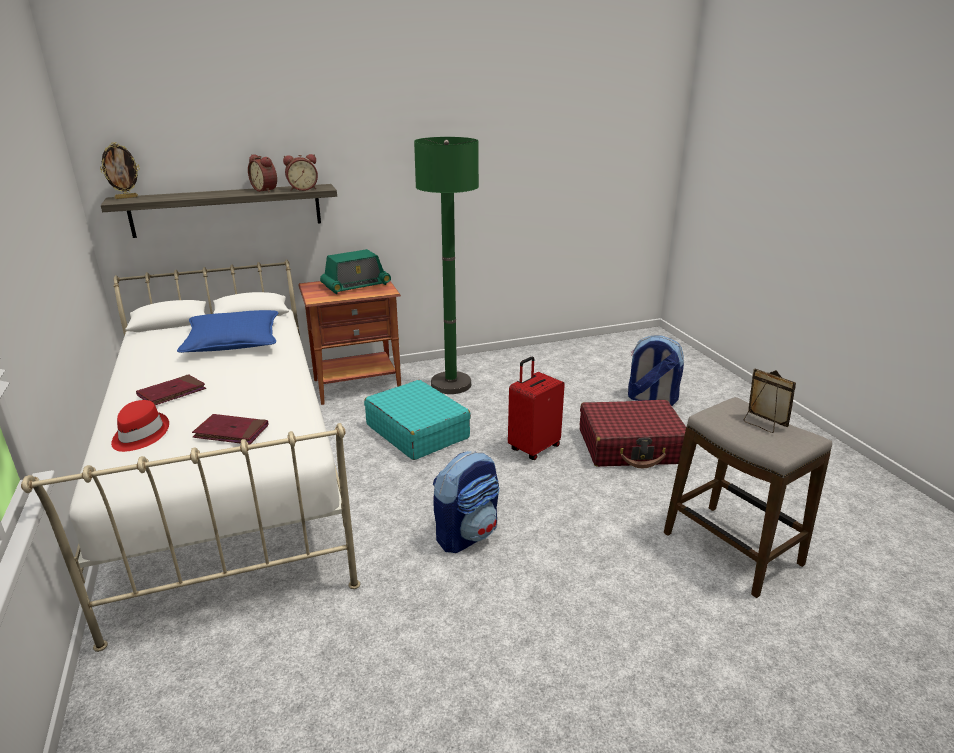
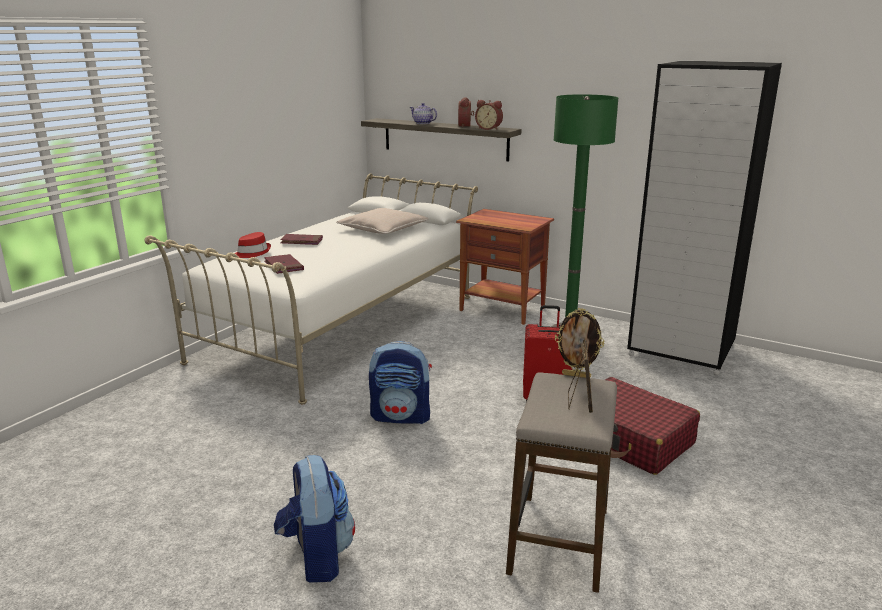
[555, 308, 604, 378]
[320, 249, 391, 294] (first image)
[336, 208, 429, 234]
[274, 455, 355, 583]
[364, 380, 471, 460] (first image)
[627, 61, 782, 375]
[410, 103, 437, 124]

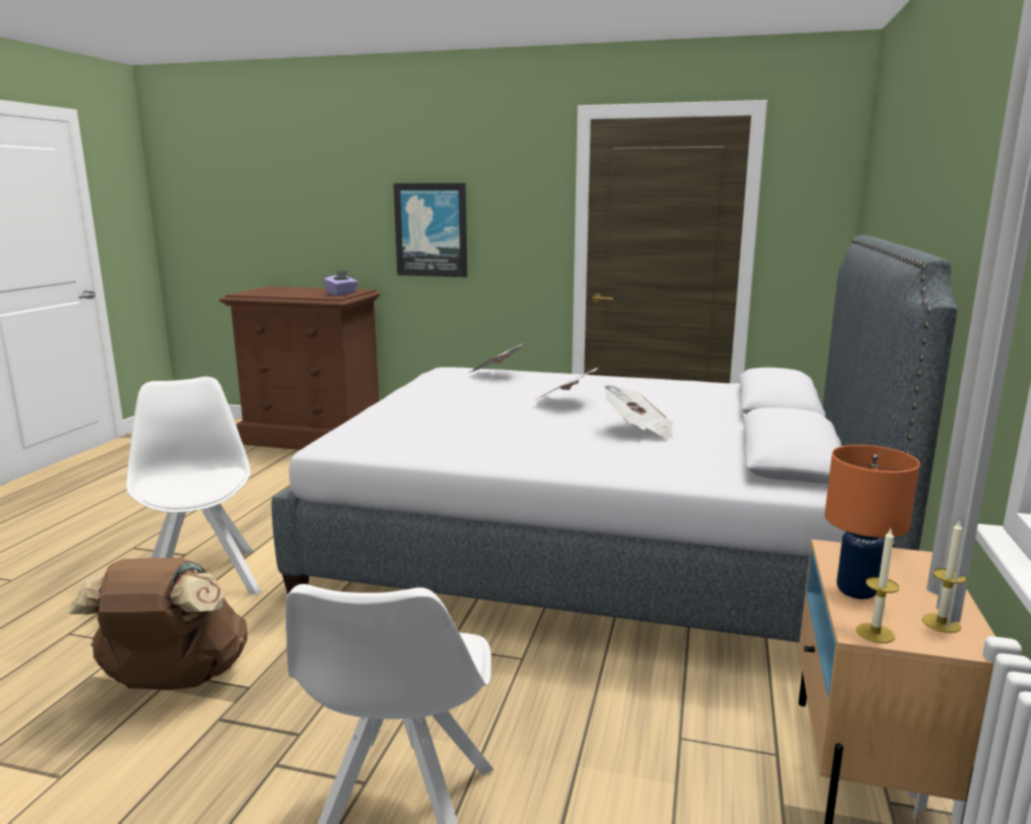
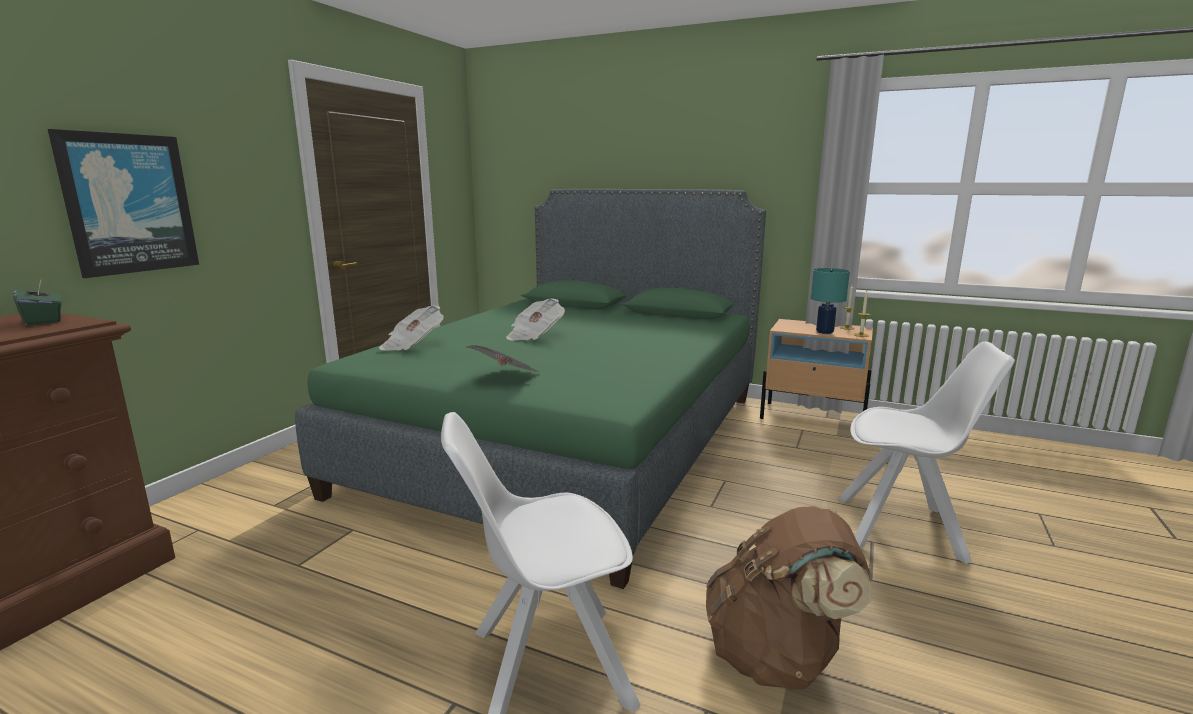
[295, 189, 766, 589]
[13, 279, 62, 326]
[467, 345, 539, 372]
[811, 268, 850, 334]

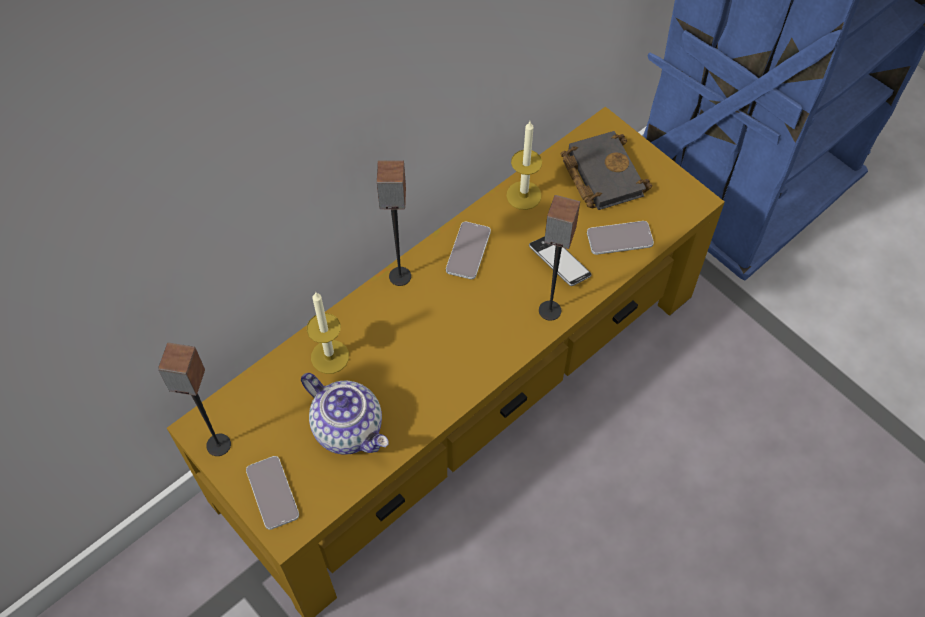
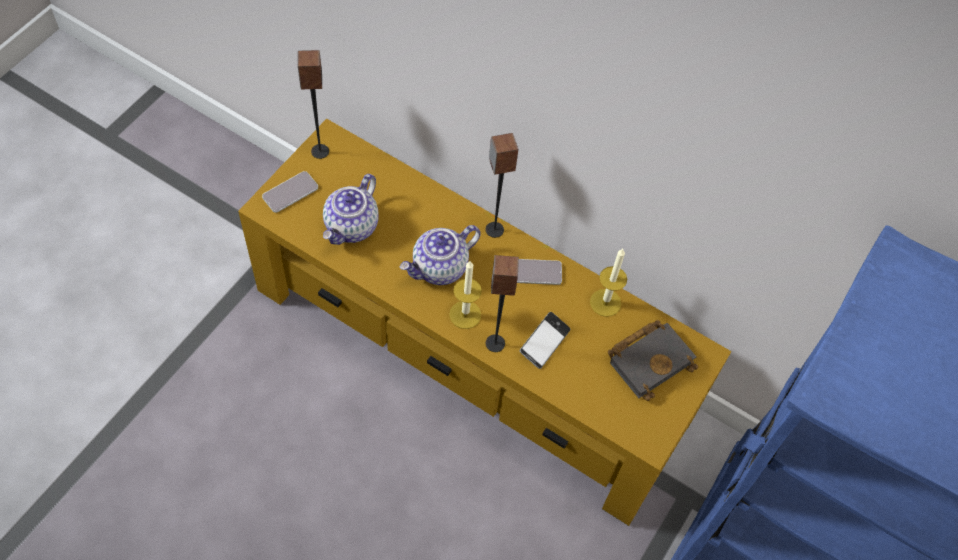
[587, 221, 654, 255] (first image)
[449, 261, 482, 329]
[400, 225, 481, 285]

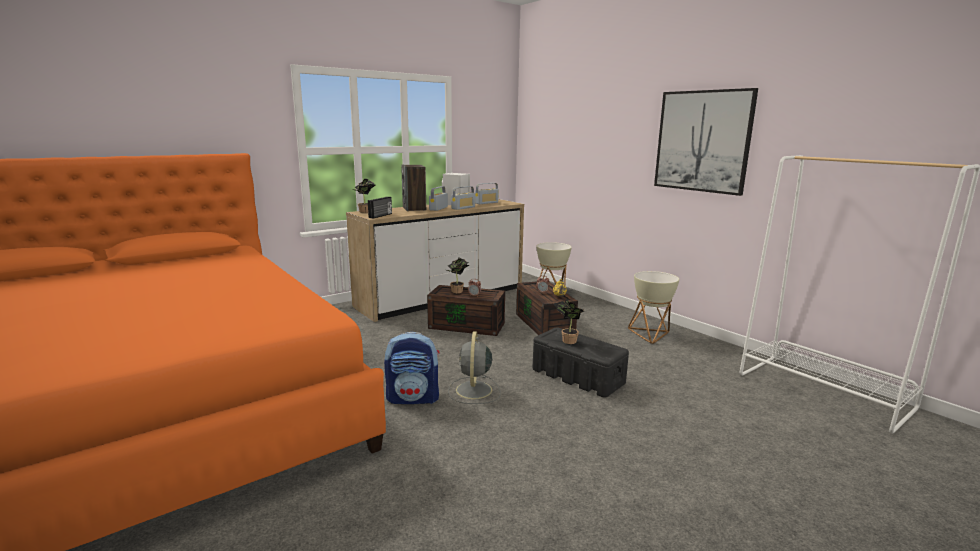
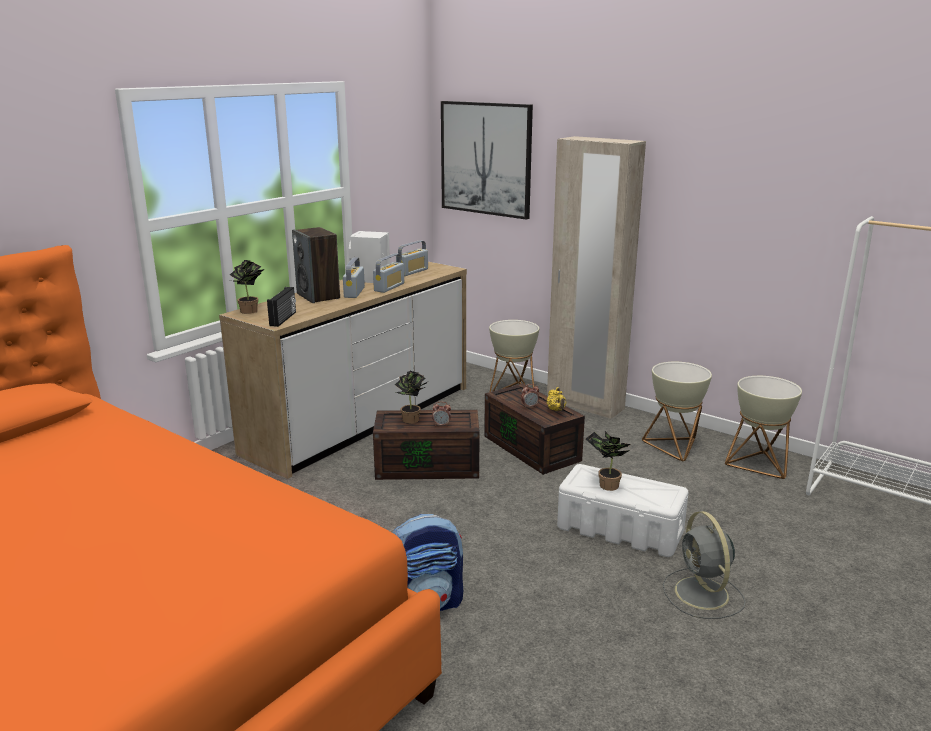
[441, 101, 533, 220]
[557, 464, 689, 557]
[663, 511, 746, 619]
[547, 136, 646, 419]
[725, 376, 802, 479]

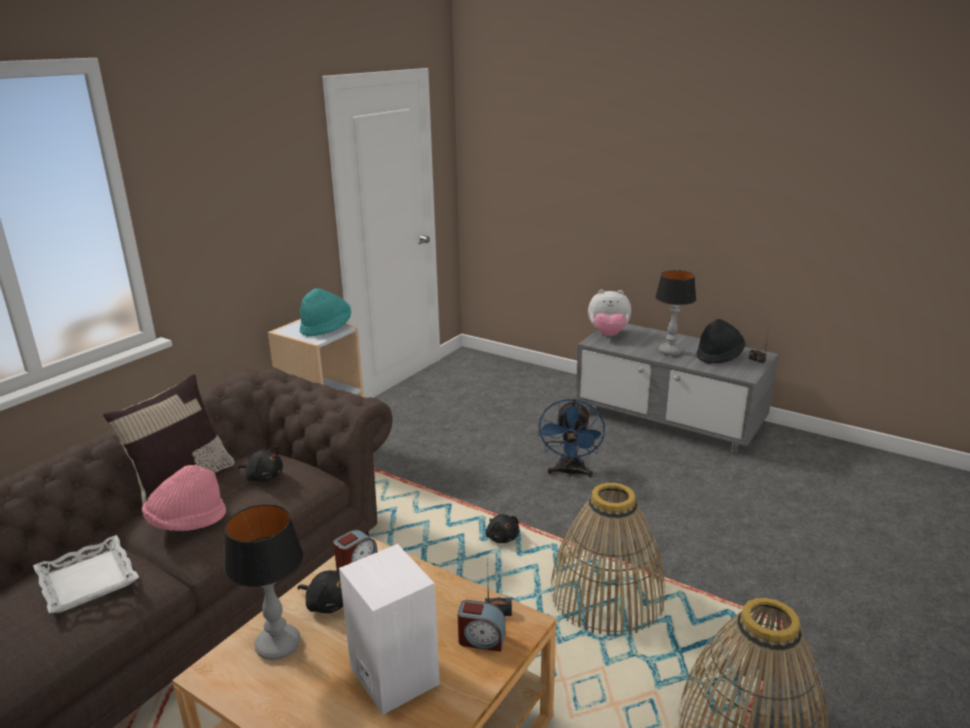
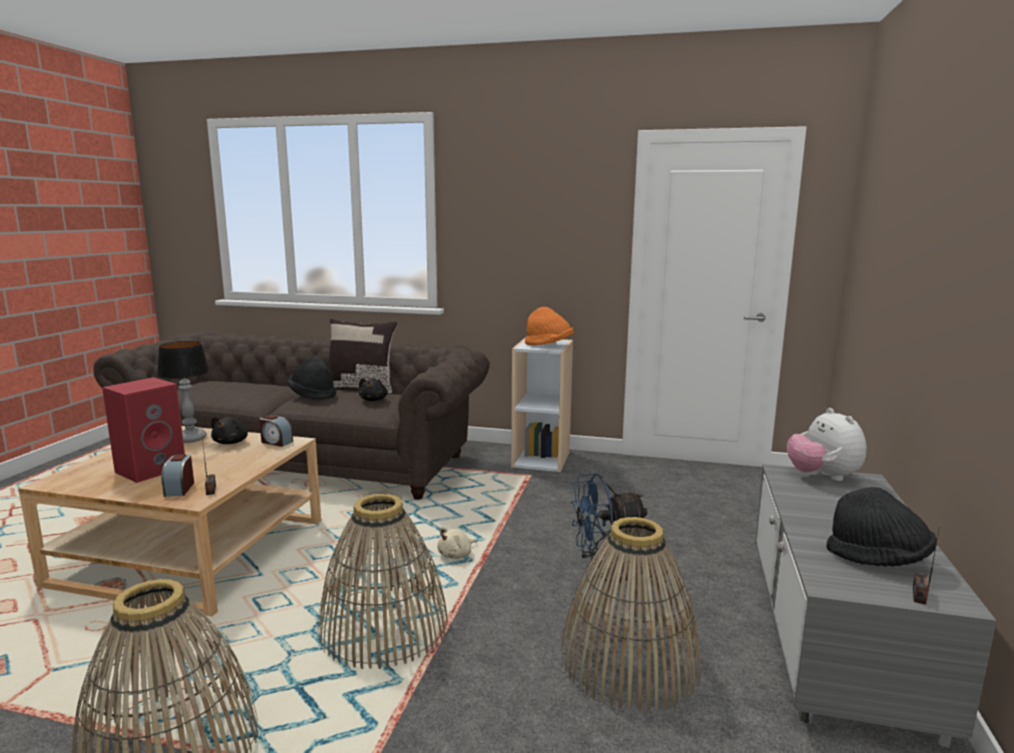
[655, 270, 696, 356] (first image)
[525, 307, 573, 345]
[288, 357, 336, 400]
[437, 527, 477, 559]
[33, 535, 139, 613] (first image)
[102, 377, 185, 483]
[561, 517, 701, 711]

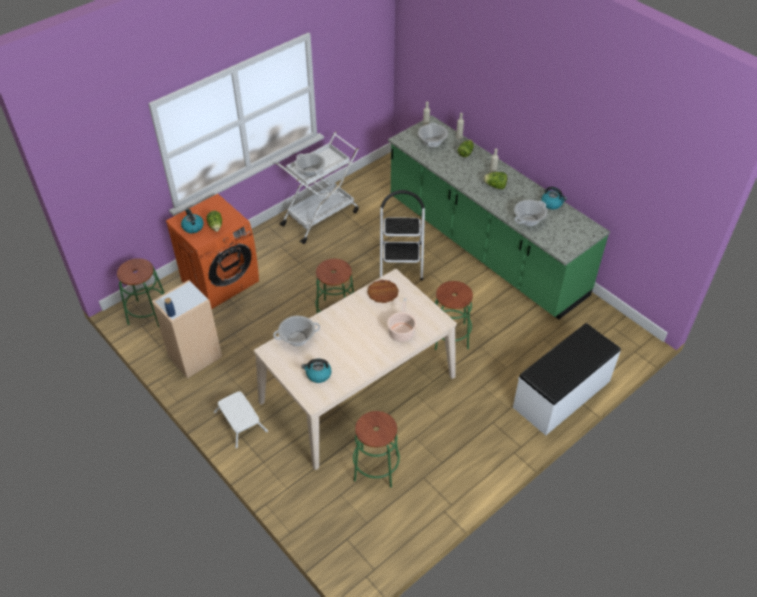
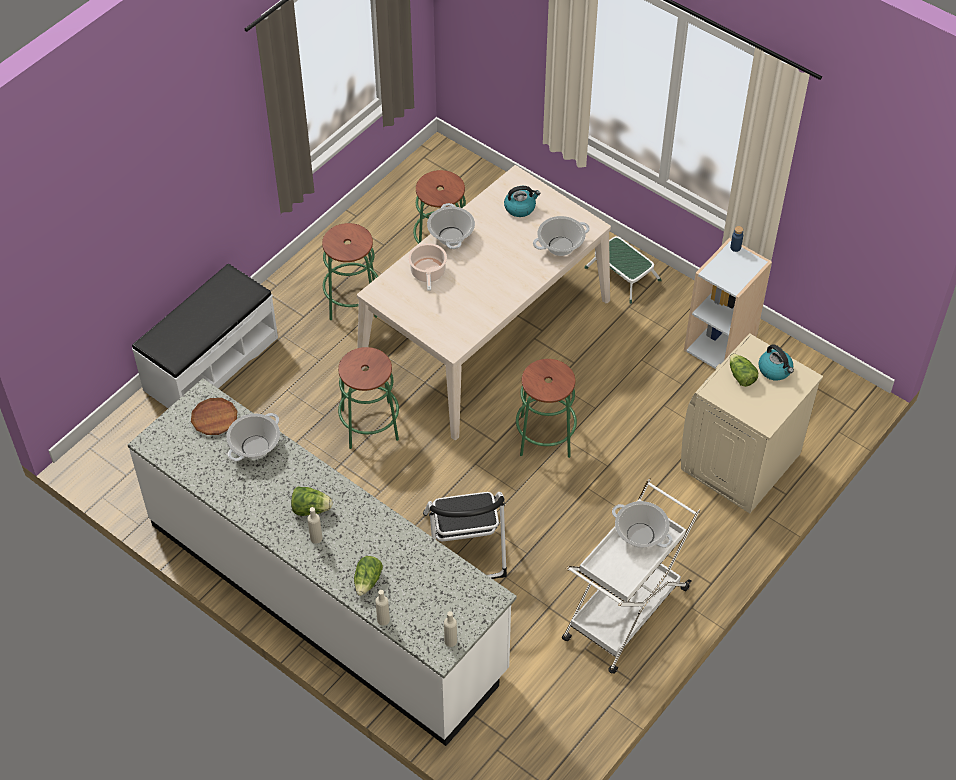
[128, 378, 517, 746]
[427, 203, 475, 249]
[541, 187, 567, 209] (first image)
[681, 333, 823, 513]
[322, 223, 378, 320]
[191, 398, 237, 435]
[584, 236, 662, 304]

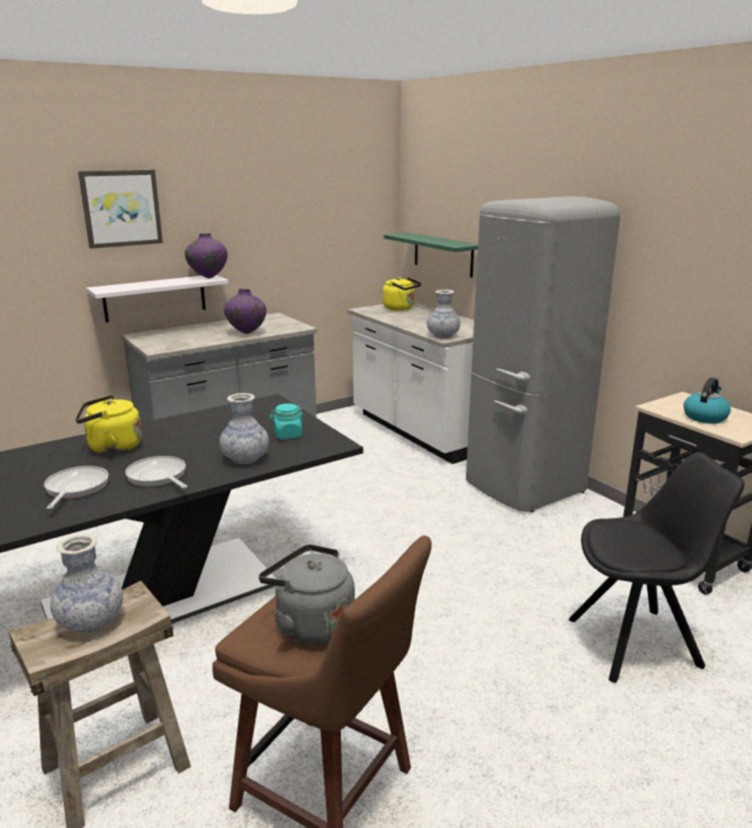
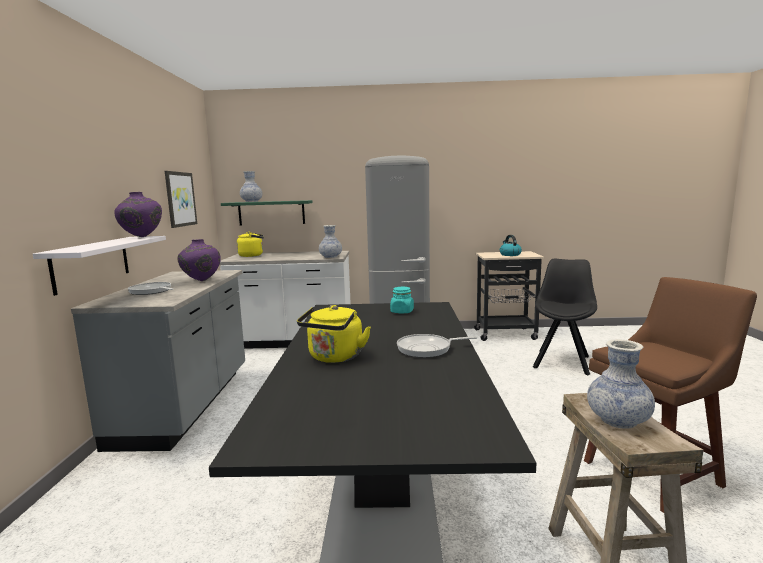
[165, 171, 197, 228]
[240, 171, 262, 202]
[128, 282, 173, 295]
[259, 544, 355, 644] (first image)

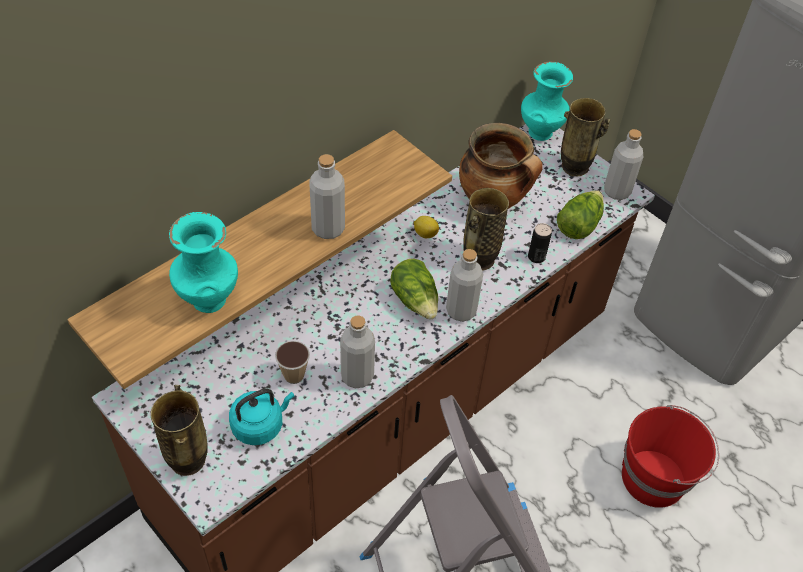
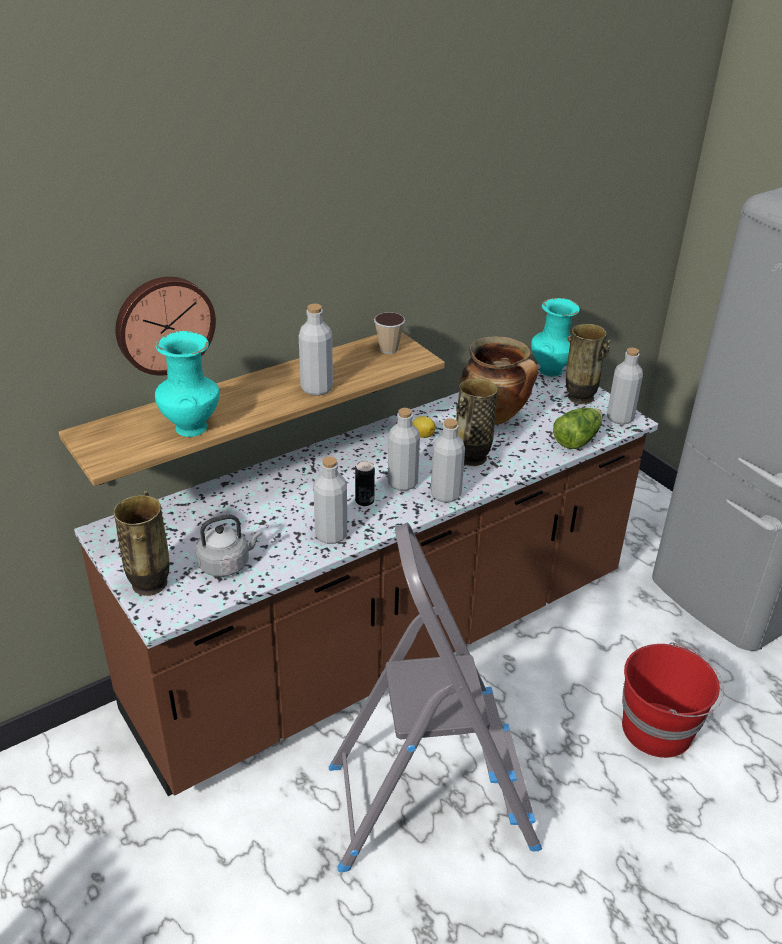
[355, 460, 375, 506]
[388, 408, 420, 491]
[374, 312, 405, 354]
[195, 515, 262, 577]
[115, 277, 216, 376]

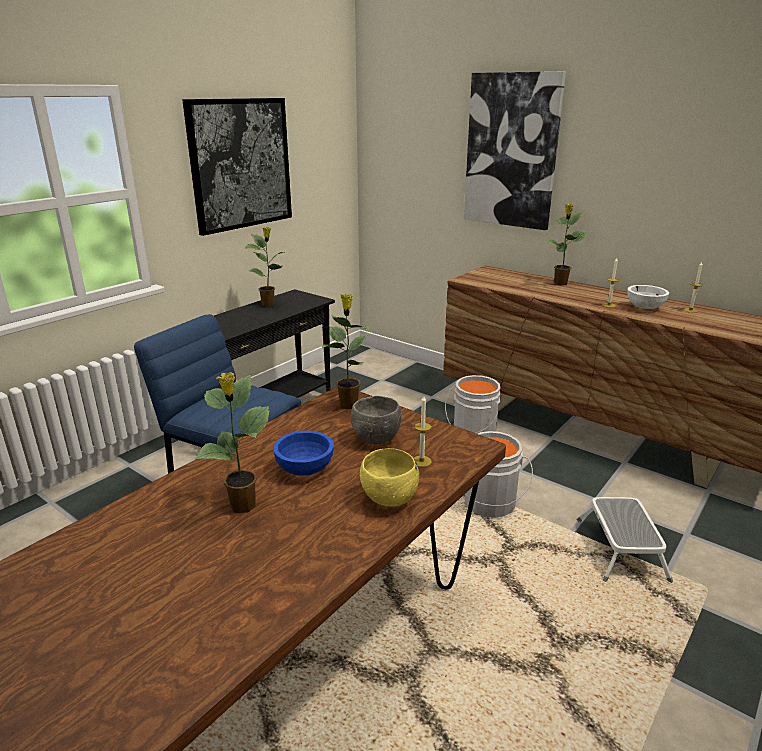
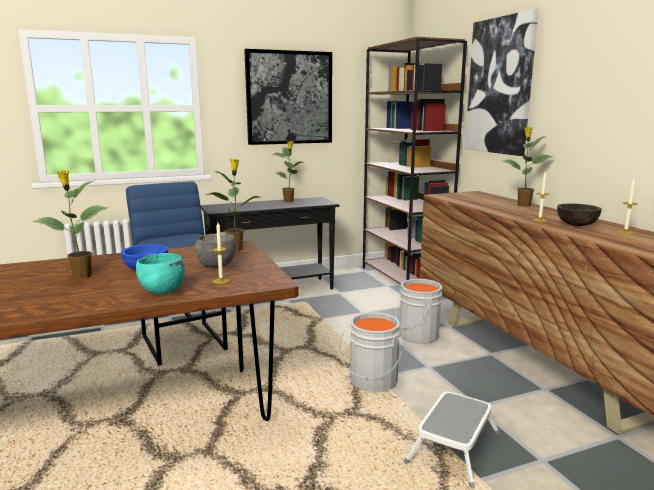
[557, 204, 602, 226]
[136, 253, 185, 295]
[363, 37, 467, 285]

